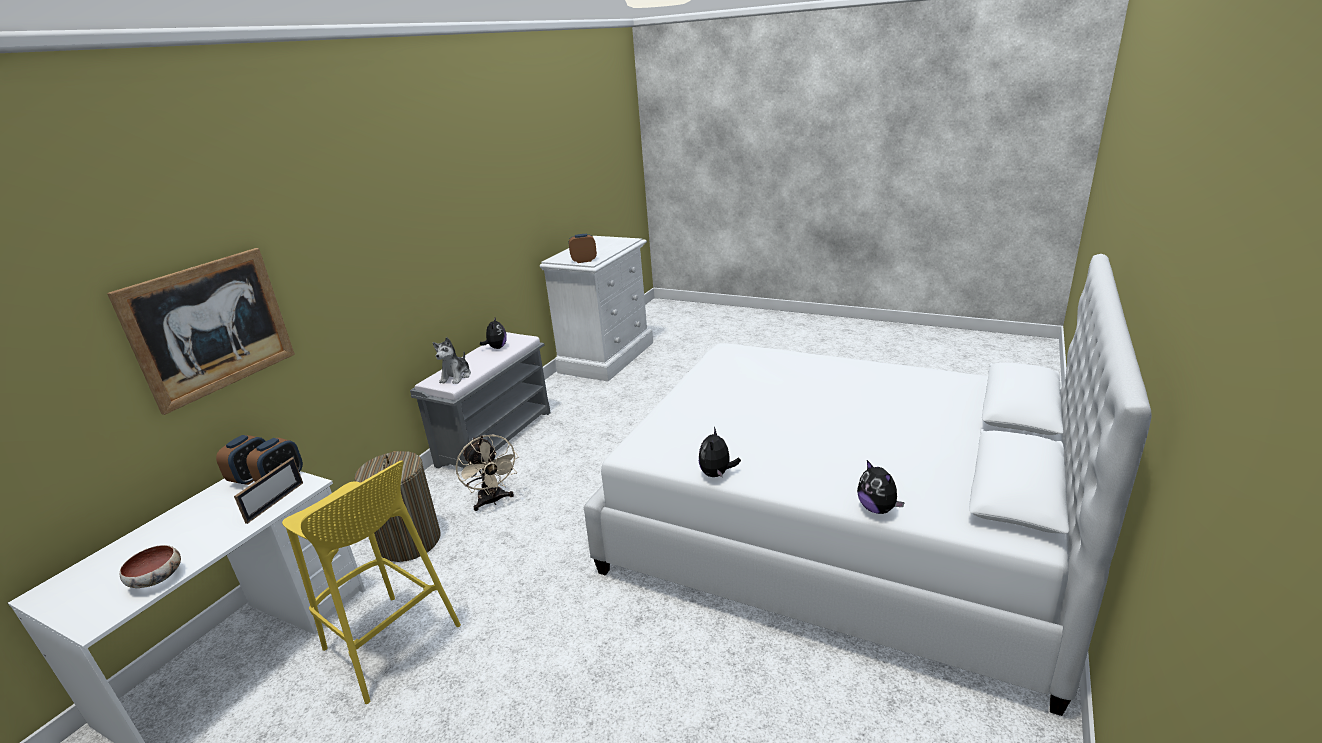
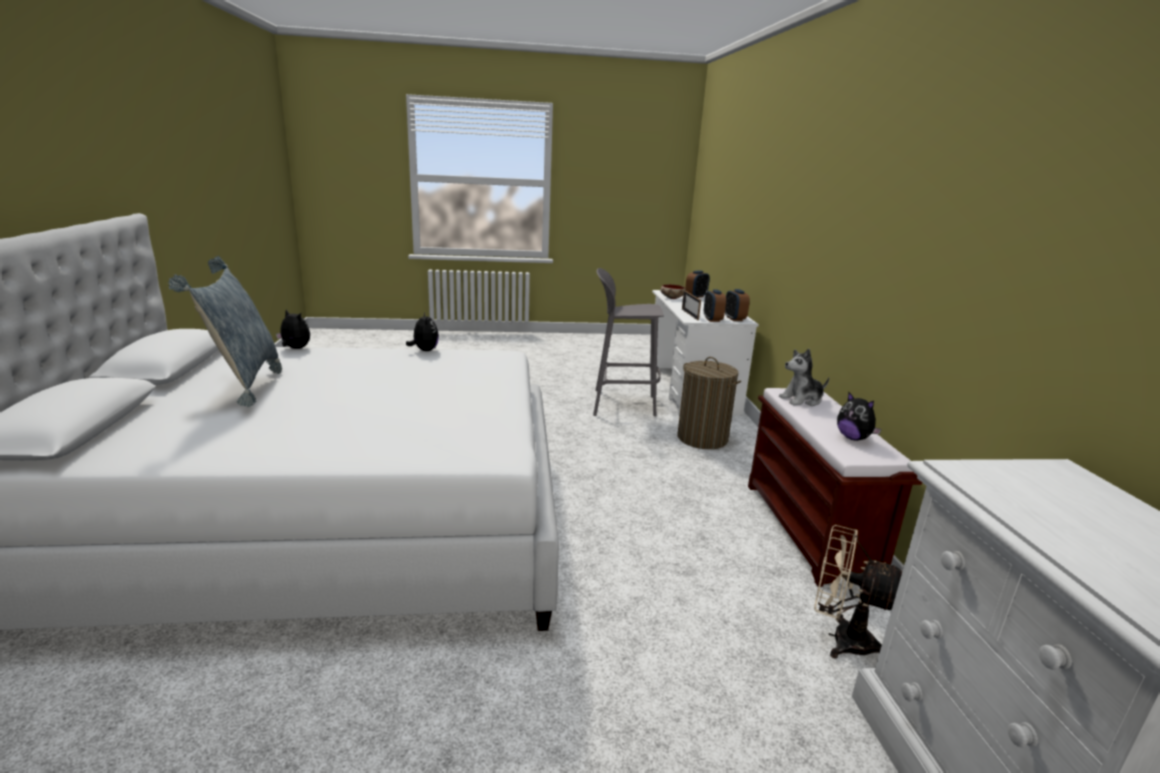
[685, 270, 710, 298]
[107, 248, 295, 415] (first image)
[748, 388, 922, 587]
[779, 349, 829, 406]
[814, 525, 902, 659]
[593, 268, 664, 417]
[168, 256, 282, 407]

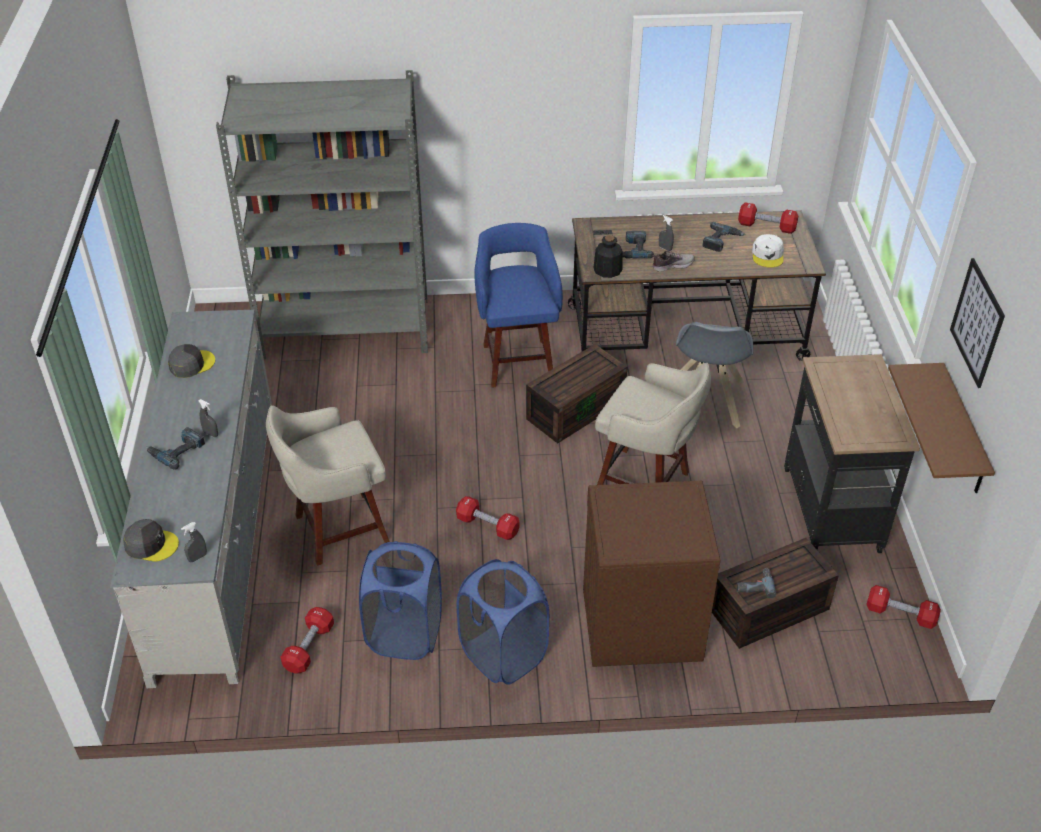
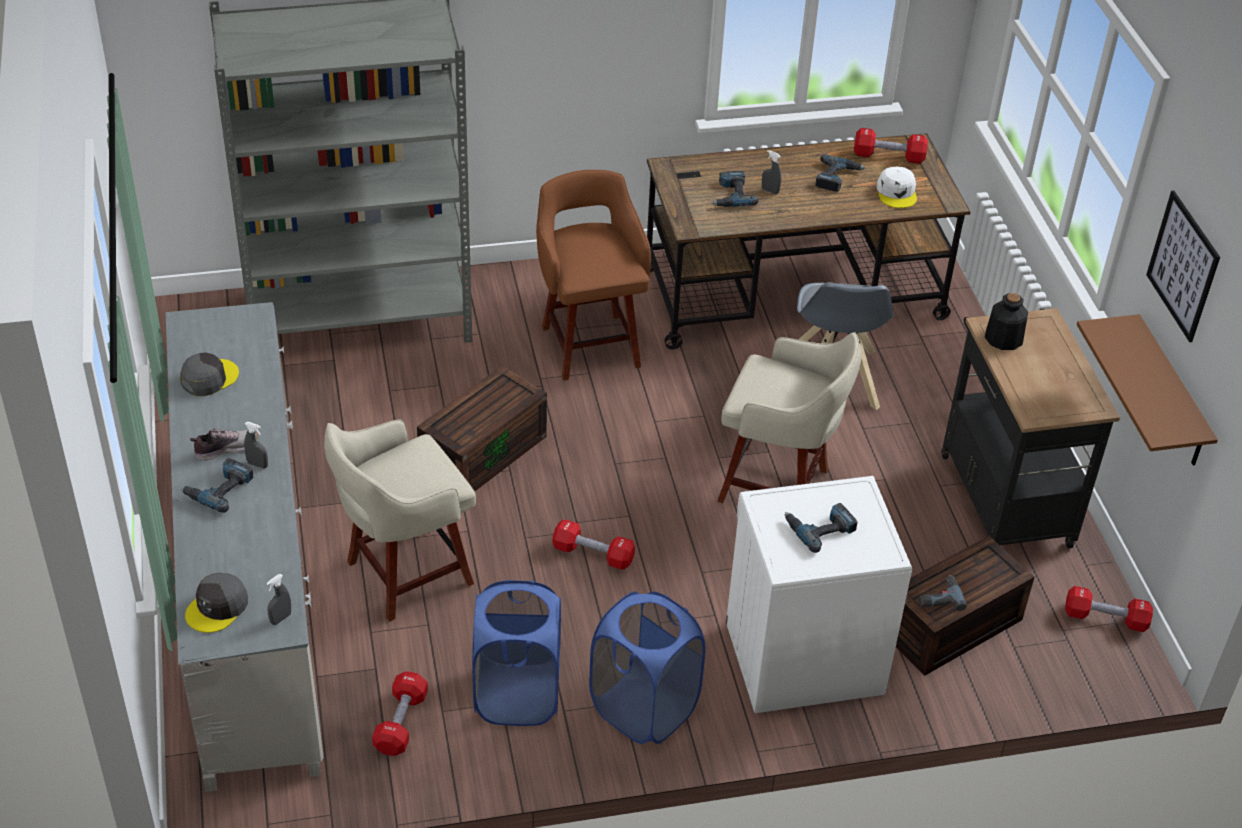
[536, 170, 651, 381]
[985, 293, 1028, 350]
[190, 429, 258, 461]
[417, 365, 547, 491]
[726, 476, 912, 713]
[185, 572, 248, 633]
[785, 503, 858, 553]

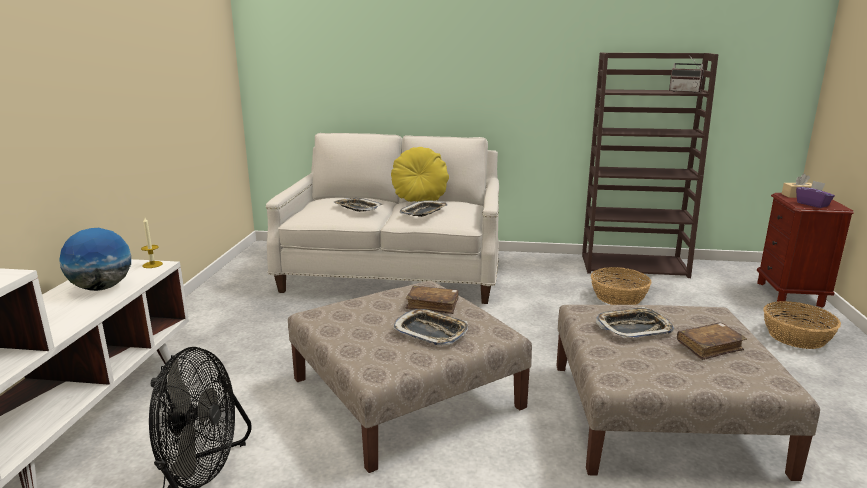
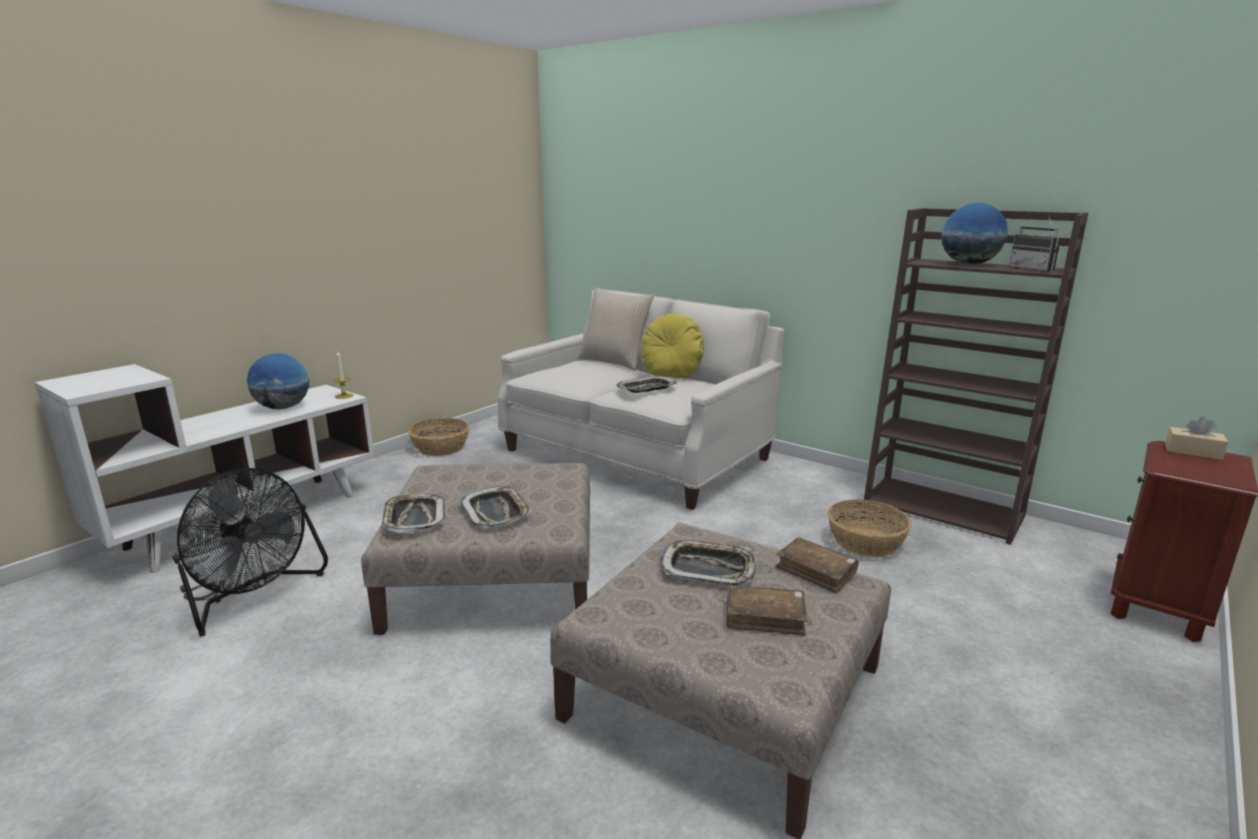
[796, 181, 835, 208] (first image)
[382, 494, 445, 533]
[775, 537, 859, 594]
[408, 418, 469, 456]
[941, 203, 1008, 265]
[578, 287, 654, 371]

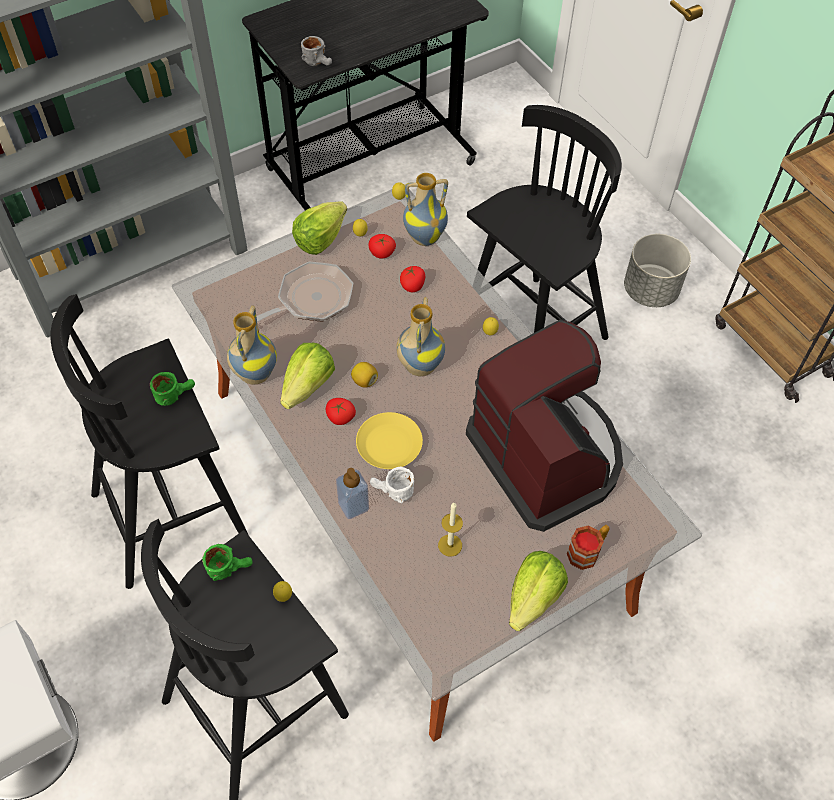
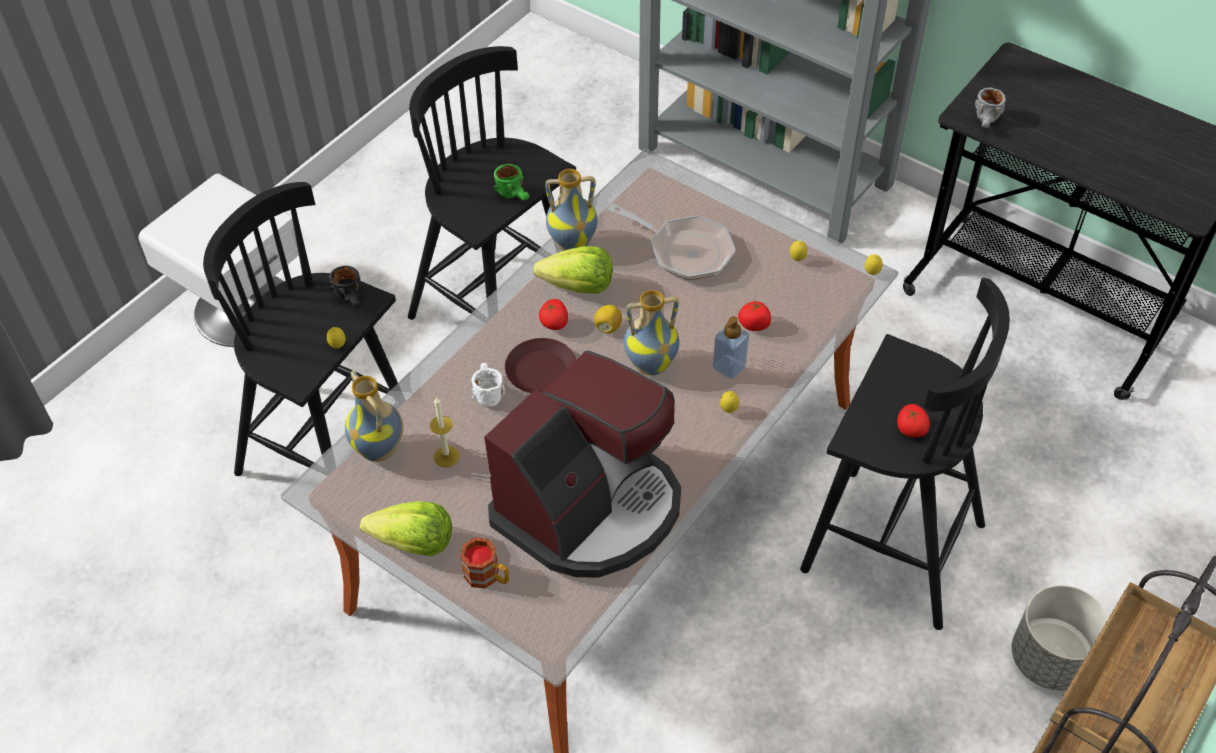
[345, 370, 403, 462]
[292, 202, 347, 255] (first image)
[897, 404, 930, 437]
[505, 338, 576, 393]
[713, 316, 749, 379]
[329, 266, 361, 308]

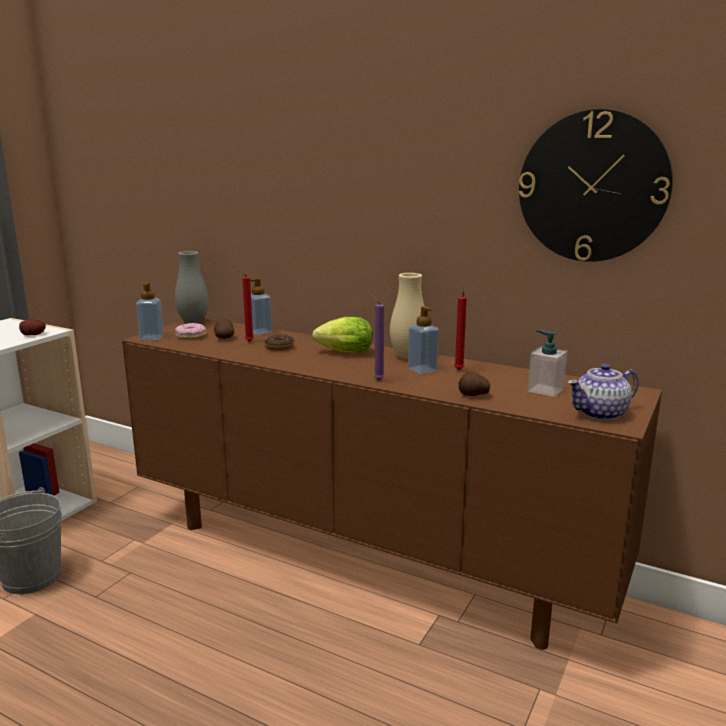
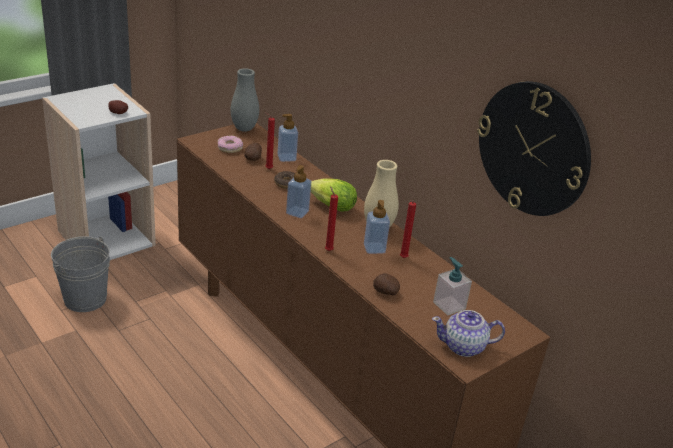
[286, 165, 312, 218]
[325, 186, 338, 251]

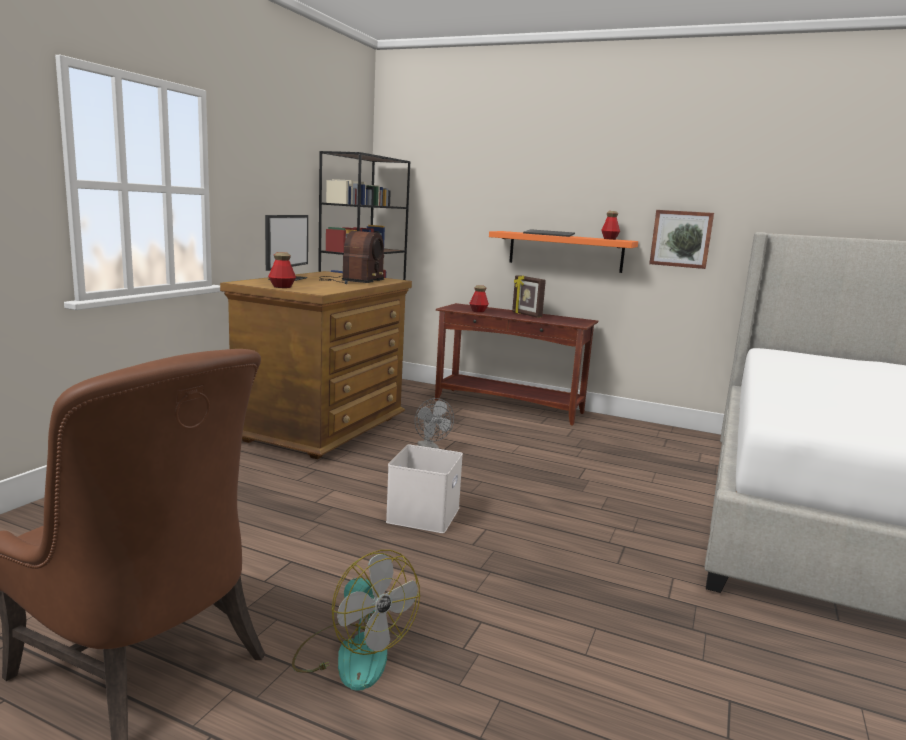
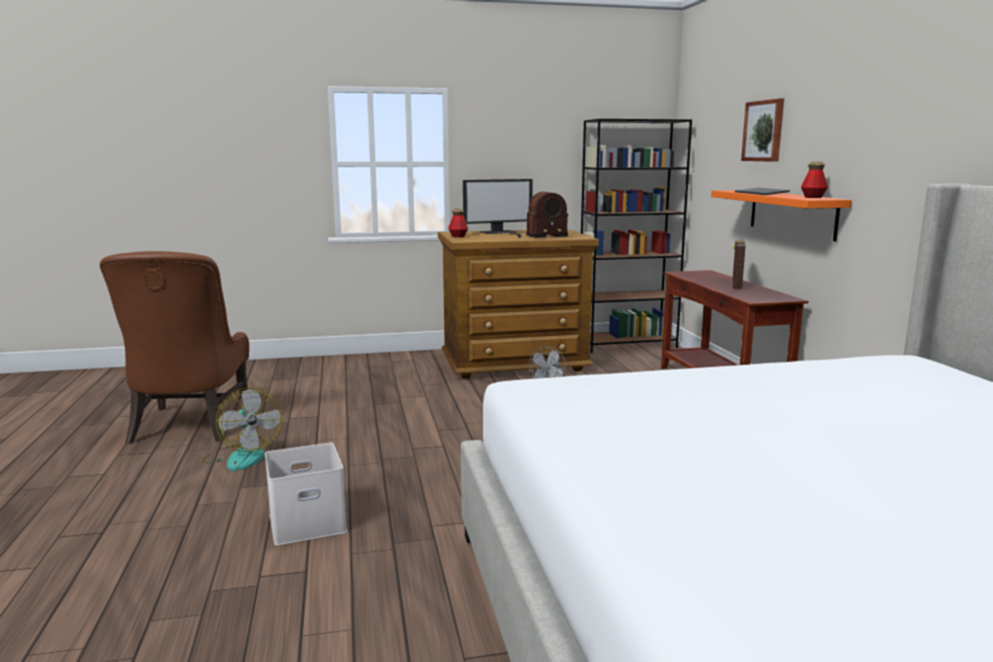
[741, 99, 784, 162]
[469, 285, 489, 312] (first image)
[265, 443, 347, 546]
[202, 387, 282, 471]

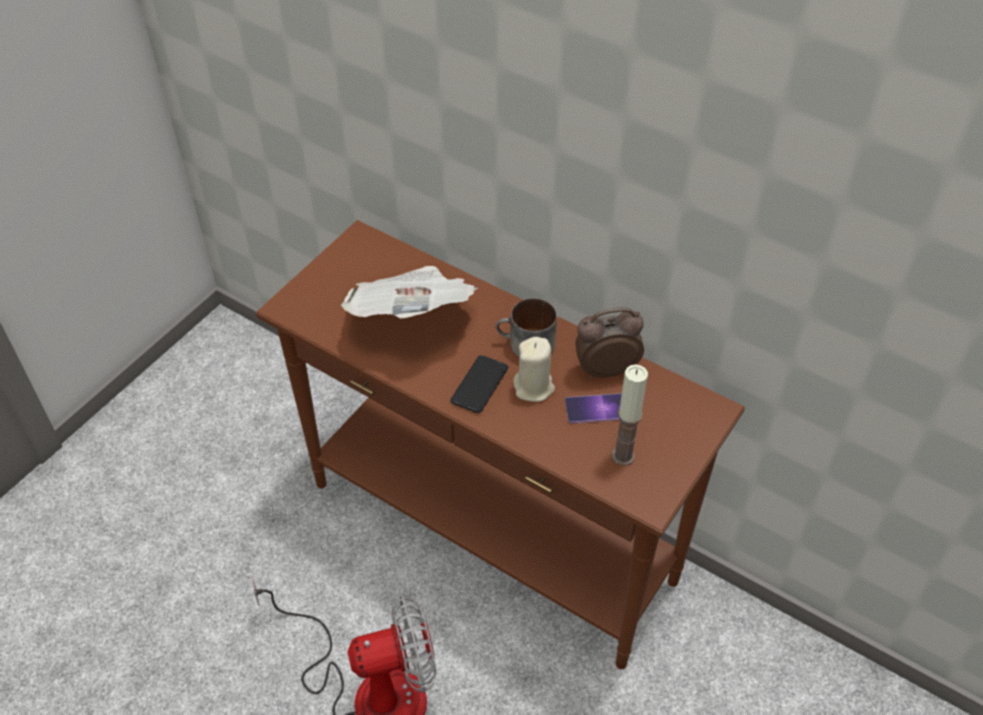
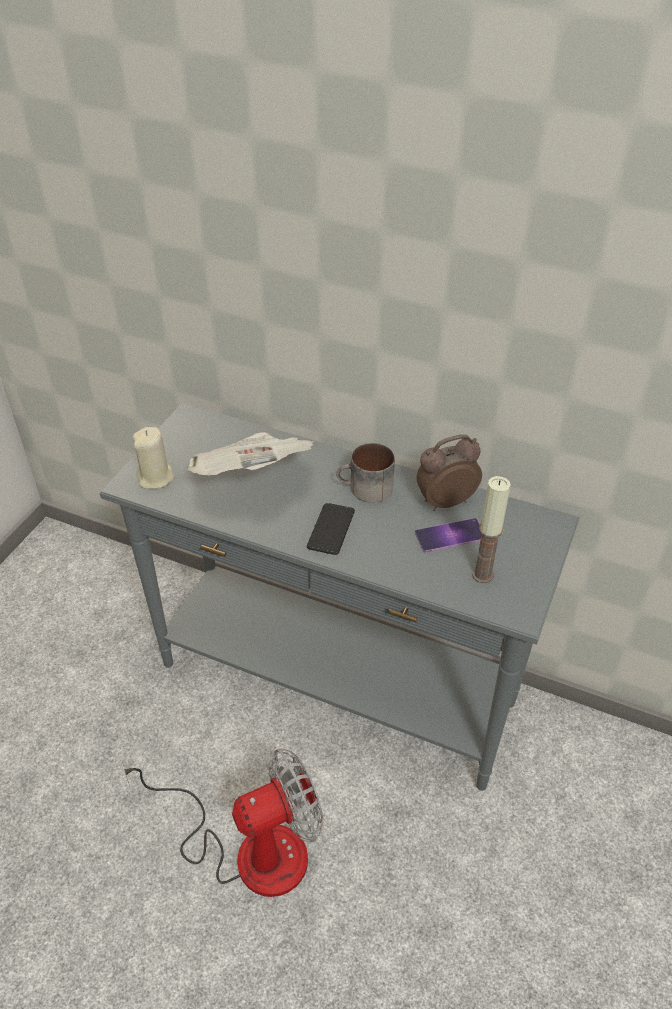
[100, 402, 579, 791]
[133, 427, 175, 489]

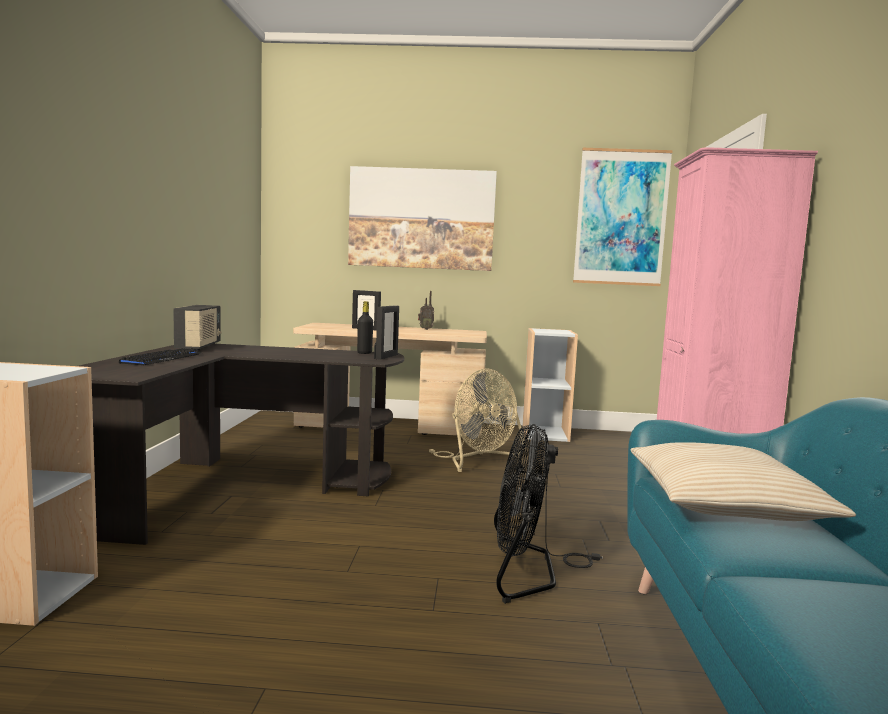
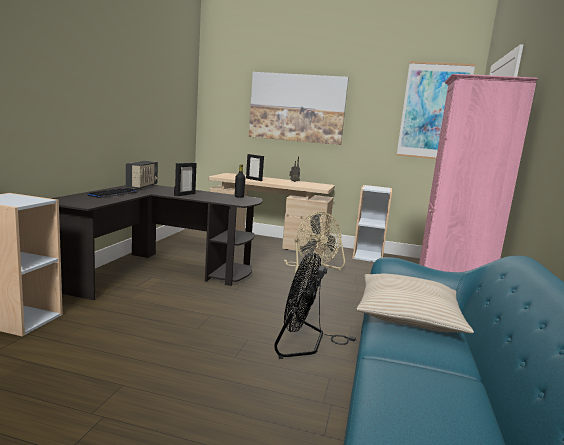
[174, 162, 197, 196]

